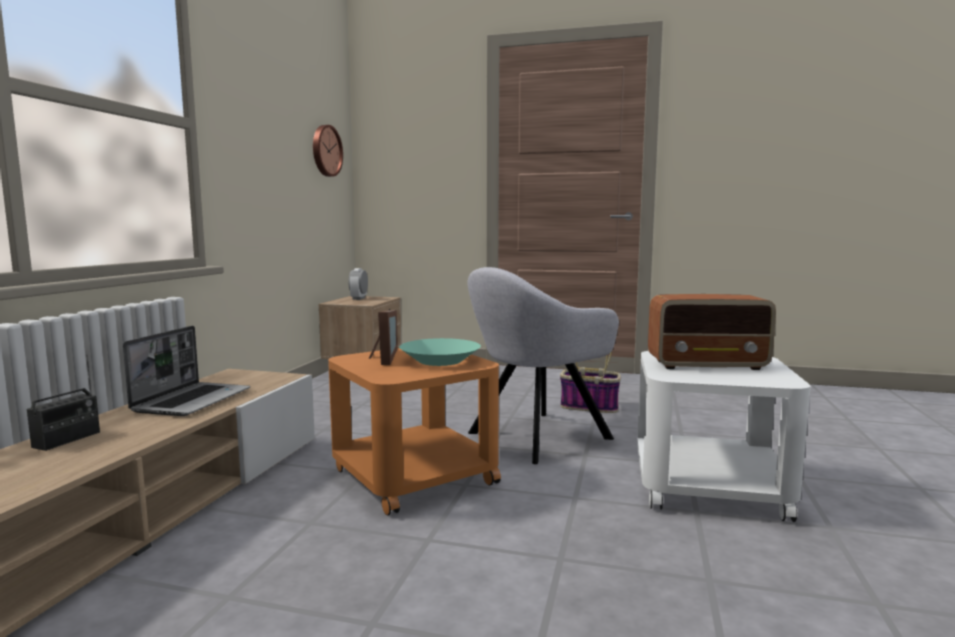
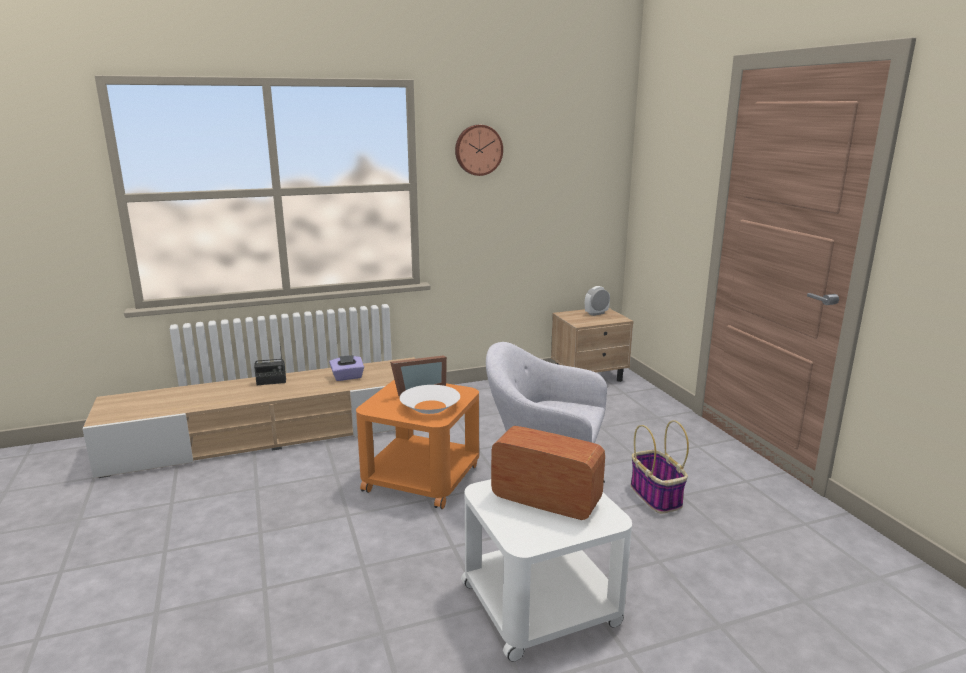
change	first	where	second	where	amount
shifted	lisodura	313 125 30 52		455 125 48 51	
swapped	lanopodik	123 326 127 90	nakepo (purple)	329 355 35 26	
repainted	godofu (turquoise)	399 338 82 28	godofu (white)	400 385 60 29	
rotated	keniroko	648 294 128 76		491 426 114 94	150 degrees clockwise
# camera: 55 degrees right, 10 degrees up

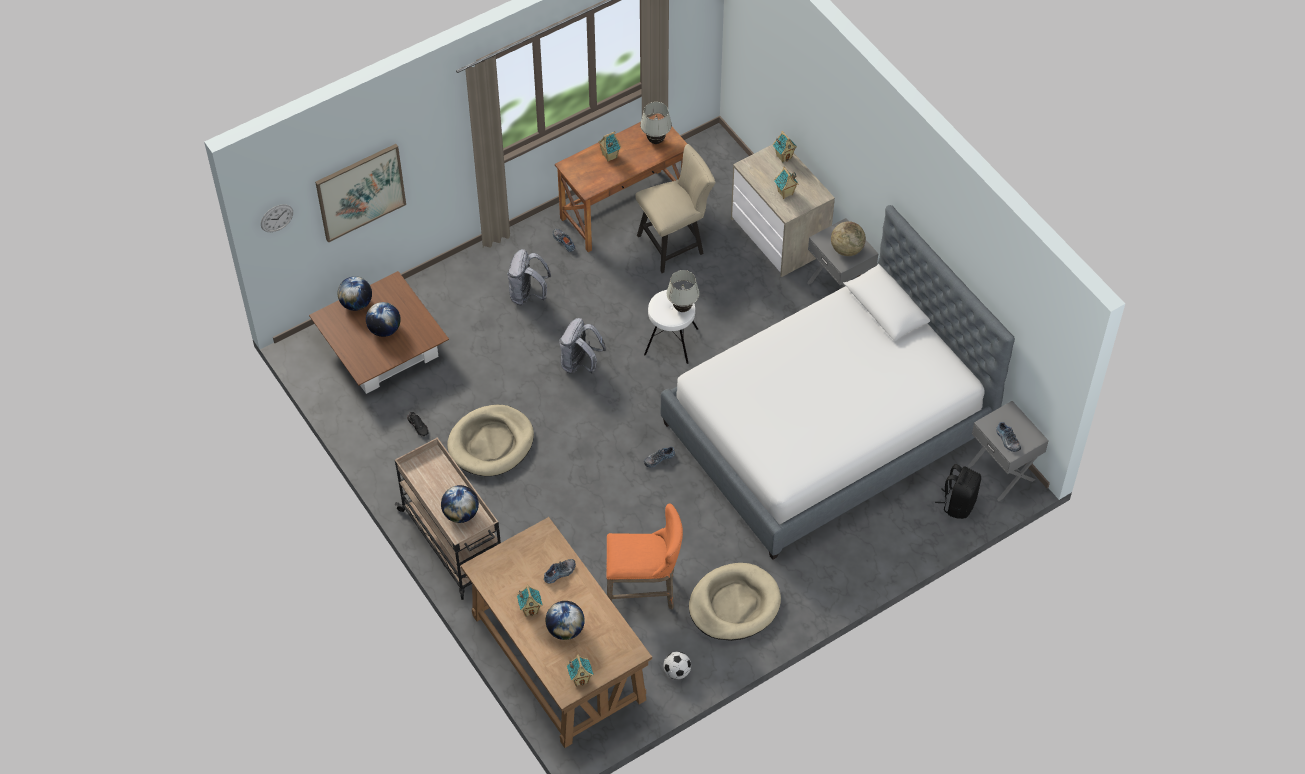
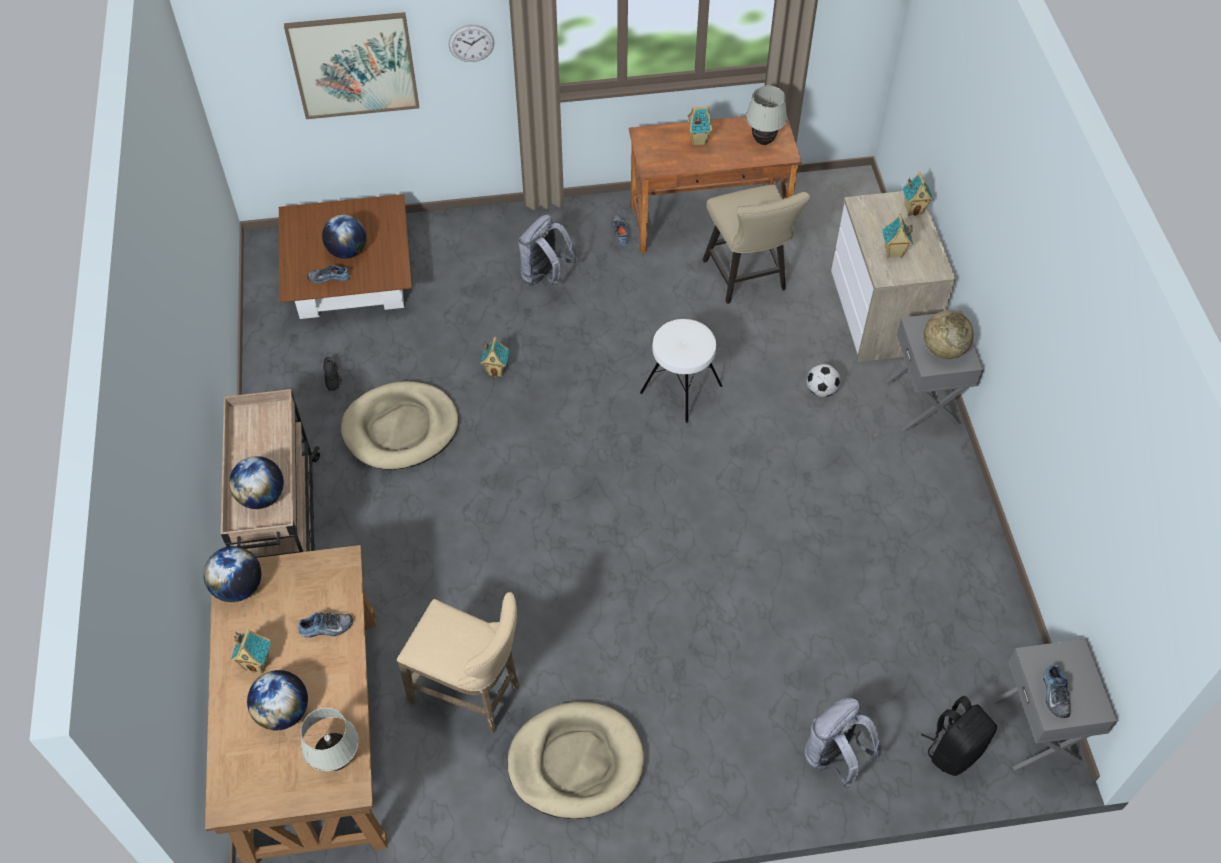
change	first	where	second	where	amount
gone	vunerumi	661 205 354 355			
shifted	lisodura	261 204 32 28		449 25 45 37	
shifted	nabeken	337 276 35 35		204 546 57 56	
shifted	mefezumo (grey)	559 318 47 56		805 698 76 90	
shifted	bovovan	567 654 27 33		480 337 29 40	
shifted	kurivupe	644 447 31 20		307 265 43 19	
shifted	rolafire	663 652 28 28		807 364 33 33	
shifted	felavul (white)	667 270 32 42		301 708 58 63	
repainted	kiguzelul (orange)	606 503 77 106	kiguzelul (beige)	397 592 122 141	
rotated	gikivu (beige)	635 144 80 129		703 185 107 119	75 degrees clockwise
# camera: 25 degrees right, 0 degrees up

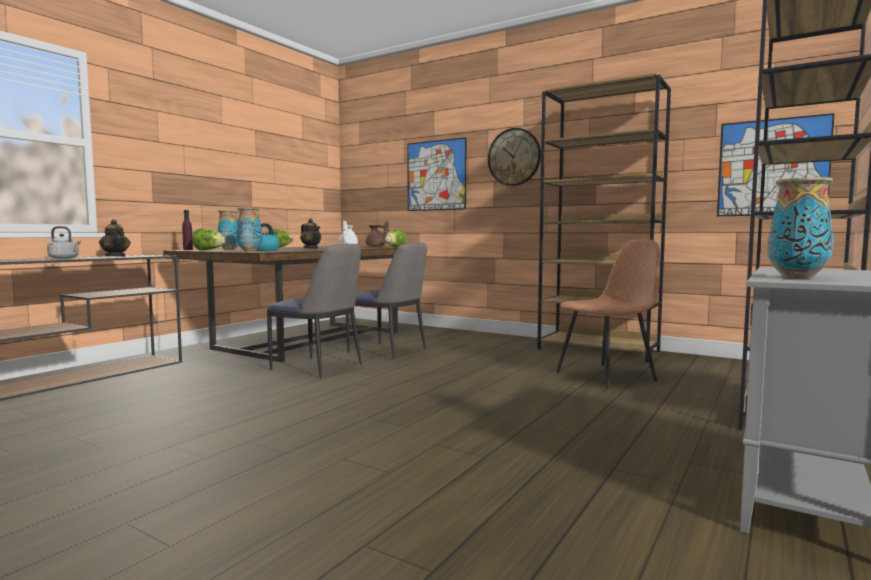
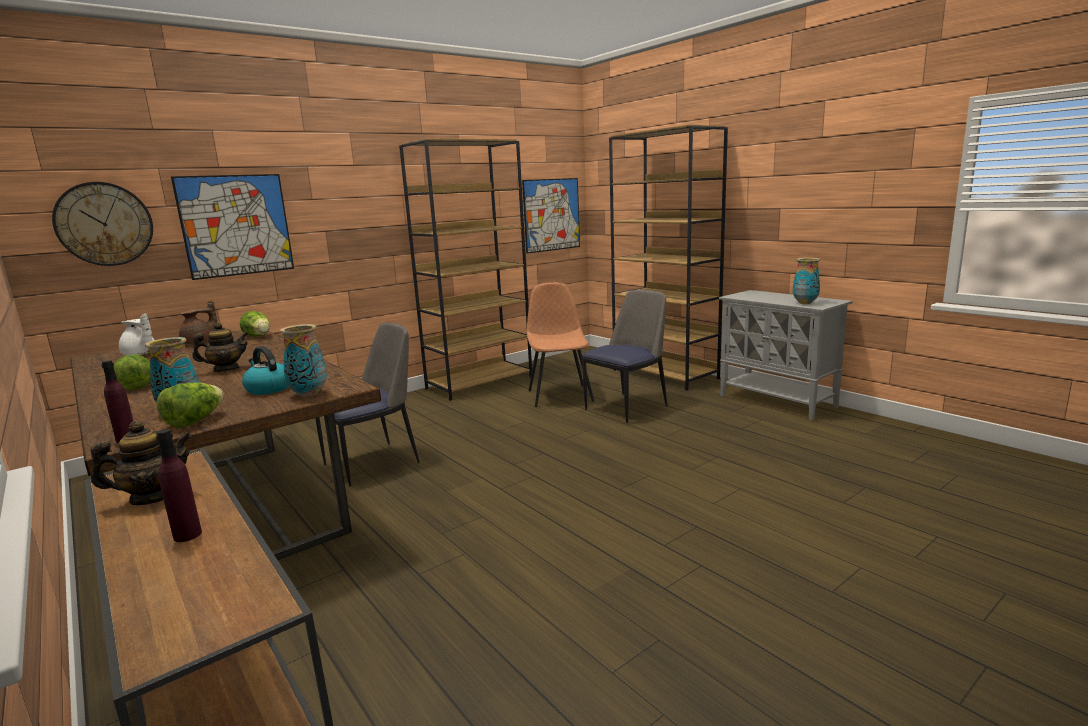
change	first	where	second	where	amount
shifted	gikivu	267 244 95 134		582 290 85 133	
shifted	lisodura	488 128 53 58		52 182 101 84	
swapped	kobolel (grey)	47 226 34 33	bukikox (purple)	156 429 46 113	
# camera: 70 degrees left, 10 degrees up

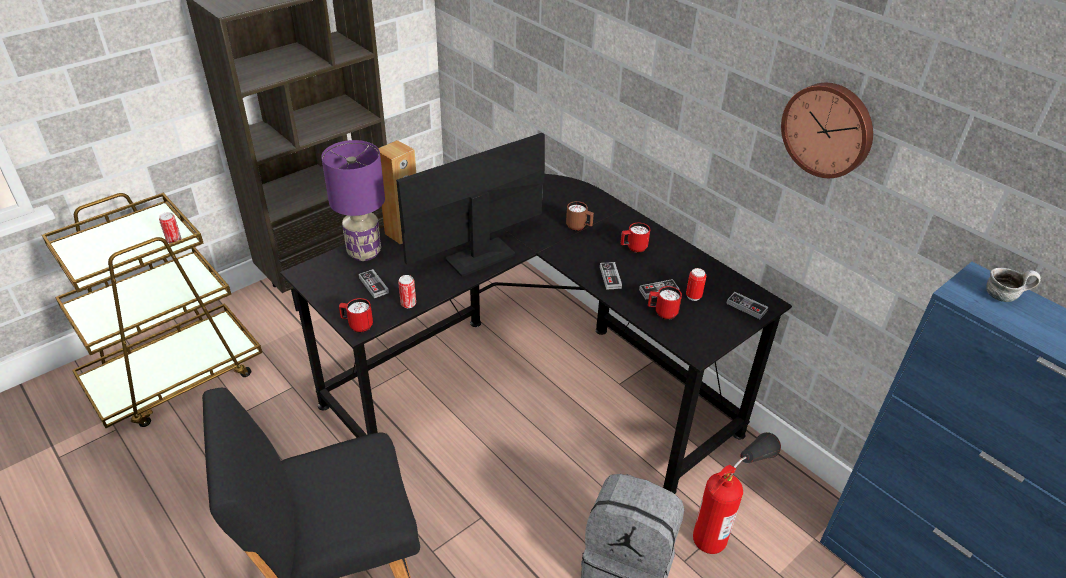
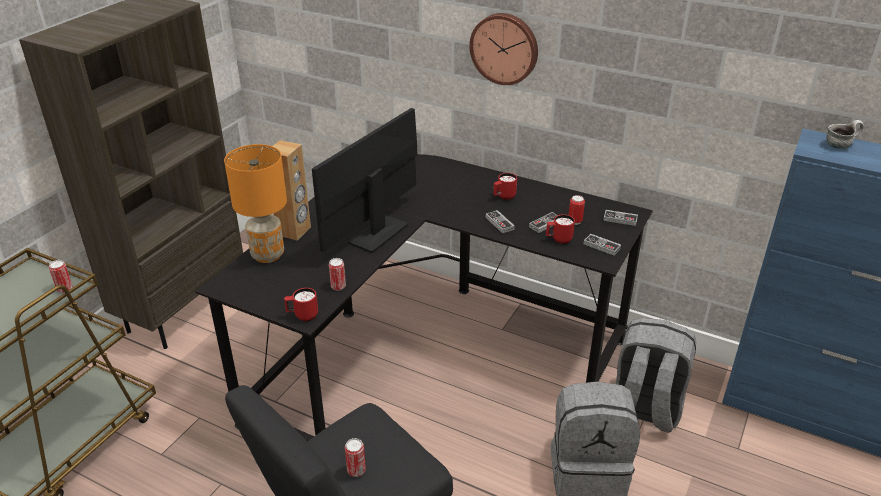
change	first	where	second	where	amount
gone	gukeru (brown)	566 201 28 30			
new			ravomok	345 438 21 39	
shifted	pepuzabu	359 269 30 29		584 234 37 22	
shifted	lisodura	781 83 92 95		469 13 69 72	
swapped	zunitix	693 432 88 122	mefezumo (grey)	615 318 82 115	
repainted	felavul (purple)	321 140 64 121	felavul (orange)	224 144 63 119	
# camera: 20 degrees left, 5 degrees down

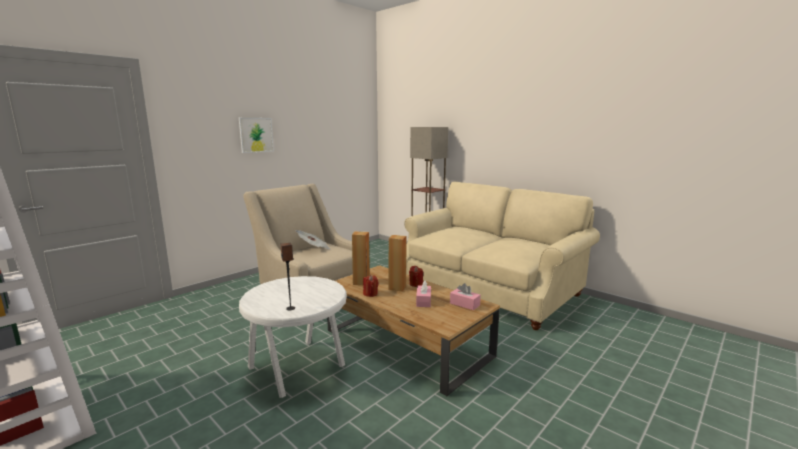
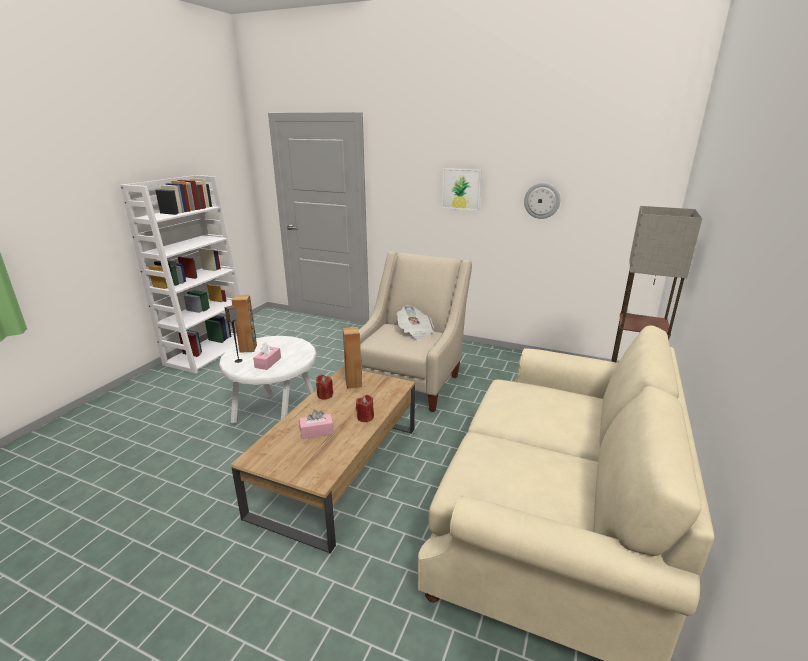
change	first	where	second	where	amount
new			lisodura	524 183 36 36	
shifted	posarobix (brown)	389 235 17 57		231 295 26 58	
shifted	nakepo (pink)	450 283 31 27		253 342 28 28	
# camera: 70 degrees right, 10 degrees up

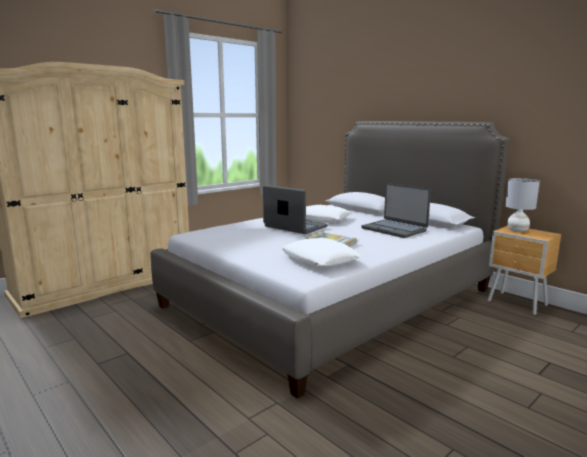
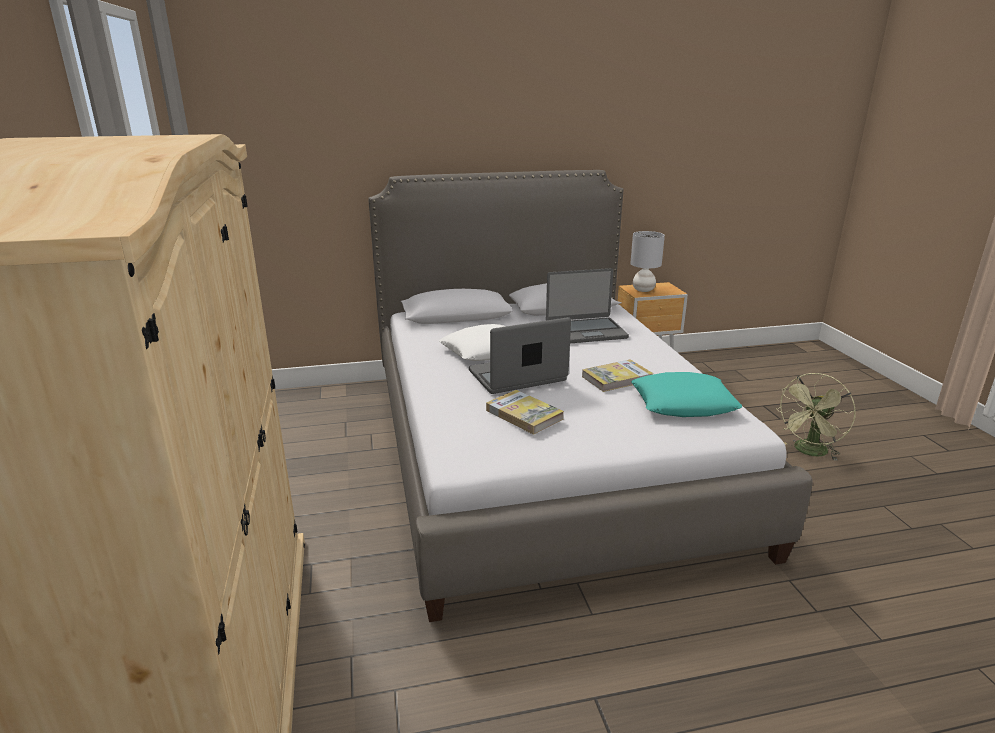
change	first	where	second	where	amount
new			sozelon	486 390 78 44	
new			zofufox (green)	777 373 79 87	
repainted	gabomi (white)	282 238 80 29	gabomi (turquoise)	631 372 111 45	
# camera: 60 degrees left, 10 degrees up

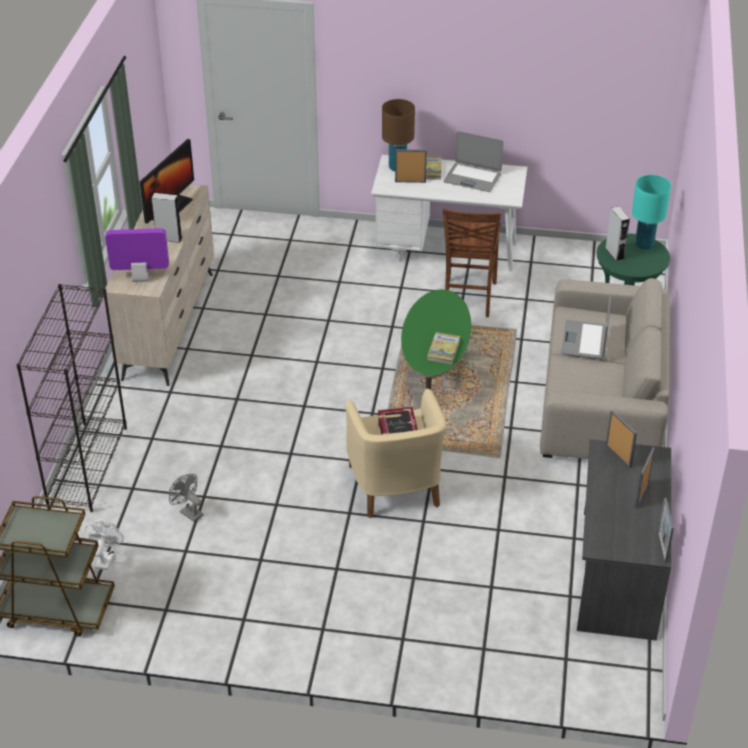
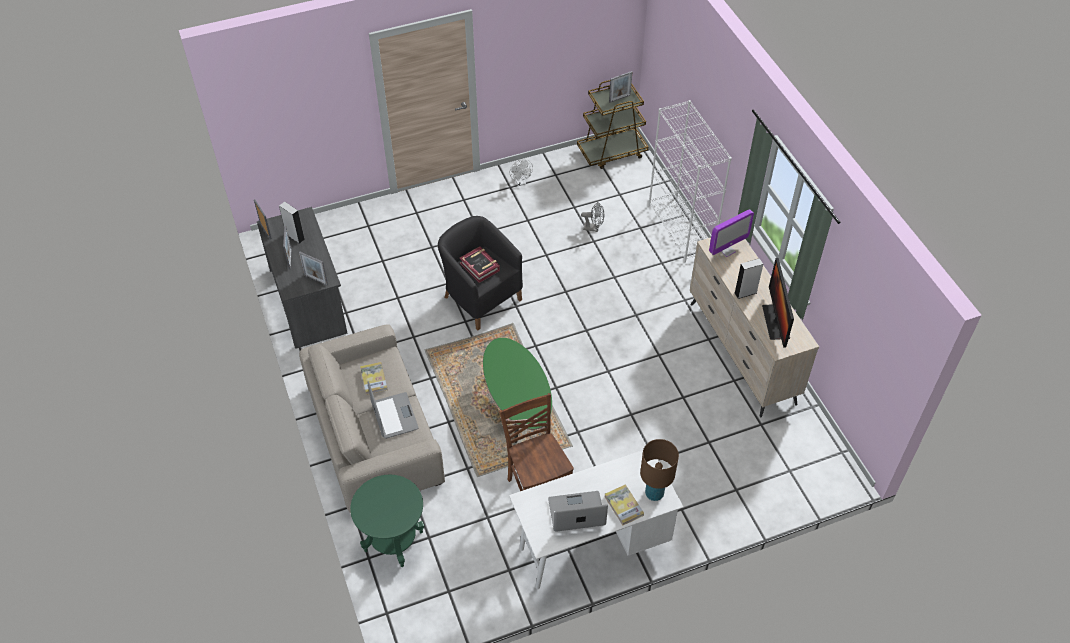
change	first	where	second	where	amount
gone	felavul (turquoise)	632 175 39 75			
shifted	zofufox (white)	85 521 38 49		510 159 23 27	
shifted	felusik	395 149 32 34		609 71 23 32	
shifted	sozelon	427 332 33 32		360 362 28 33	
shifted	posarobix (grey)	605 206 25 55		279 202 26 42	
repainted	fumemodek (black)	16 284 111 228	fumemodek (white)	649 100 83 163	
repainted	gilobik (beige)	345 389 101 129	gilobik (black)	438 216 85 114	
# camera: 150 degrees right, 10 degrees up

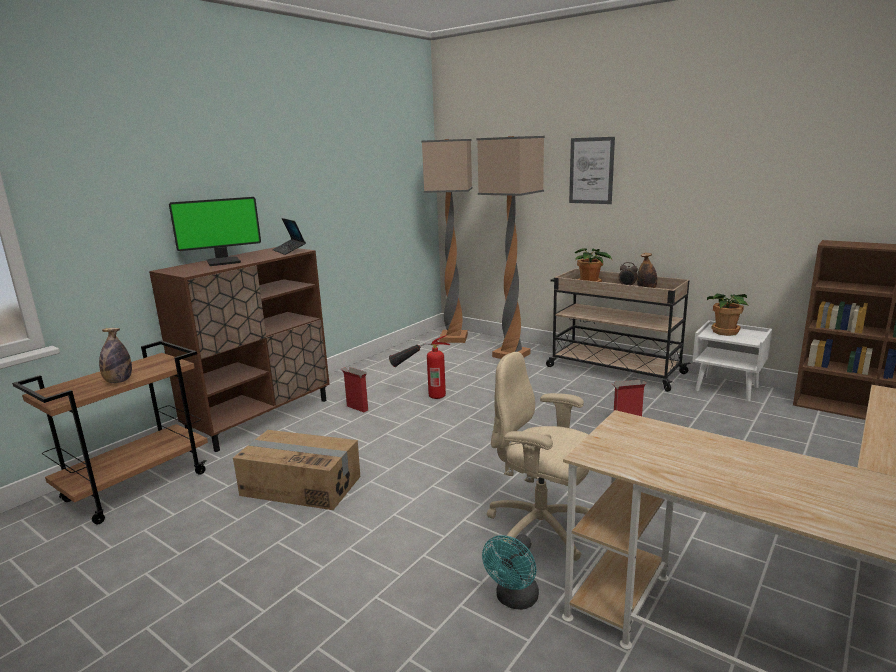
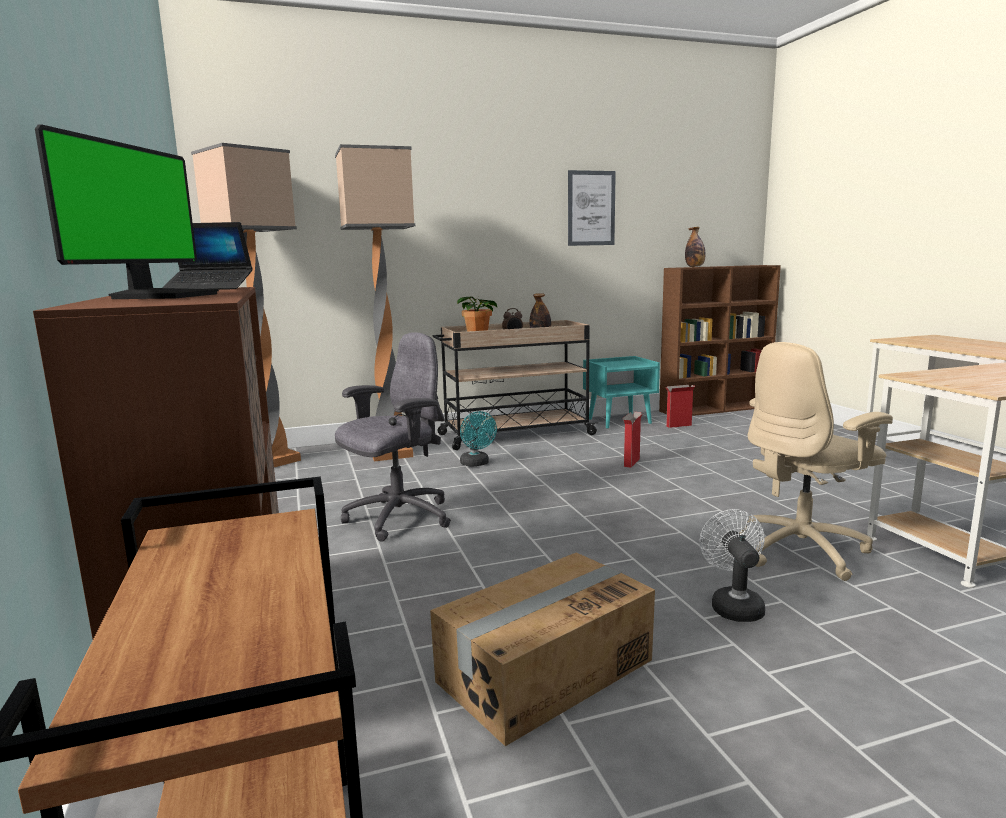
change	first	where	second	where	amount
gone	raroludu	707 294 41 42			
new			zofufox (white)	700 509 65 113	
shifted	bukikox	99 328 33 55		685 227 21 40	
shifted	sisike	341 367 27 45		665 385 30 43	
shifted	zofufox (turquoise)	482 534 57 76		460 411 37 56	
shifted	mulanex	569 137 46 67		568 170 48 76	
swapped	zunitix	389 335 61 64	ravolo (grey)	335 332 116 210	
repainted	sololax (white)	692 320 80 82	sololax (turquoise)	583 356 77 73	
# camera: 55 degrees left, 5 degrees down

